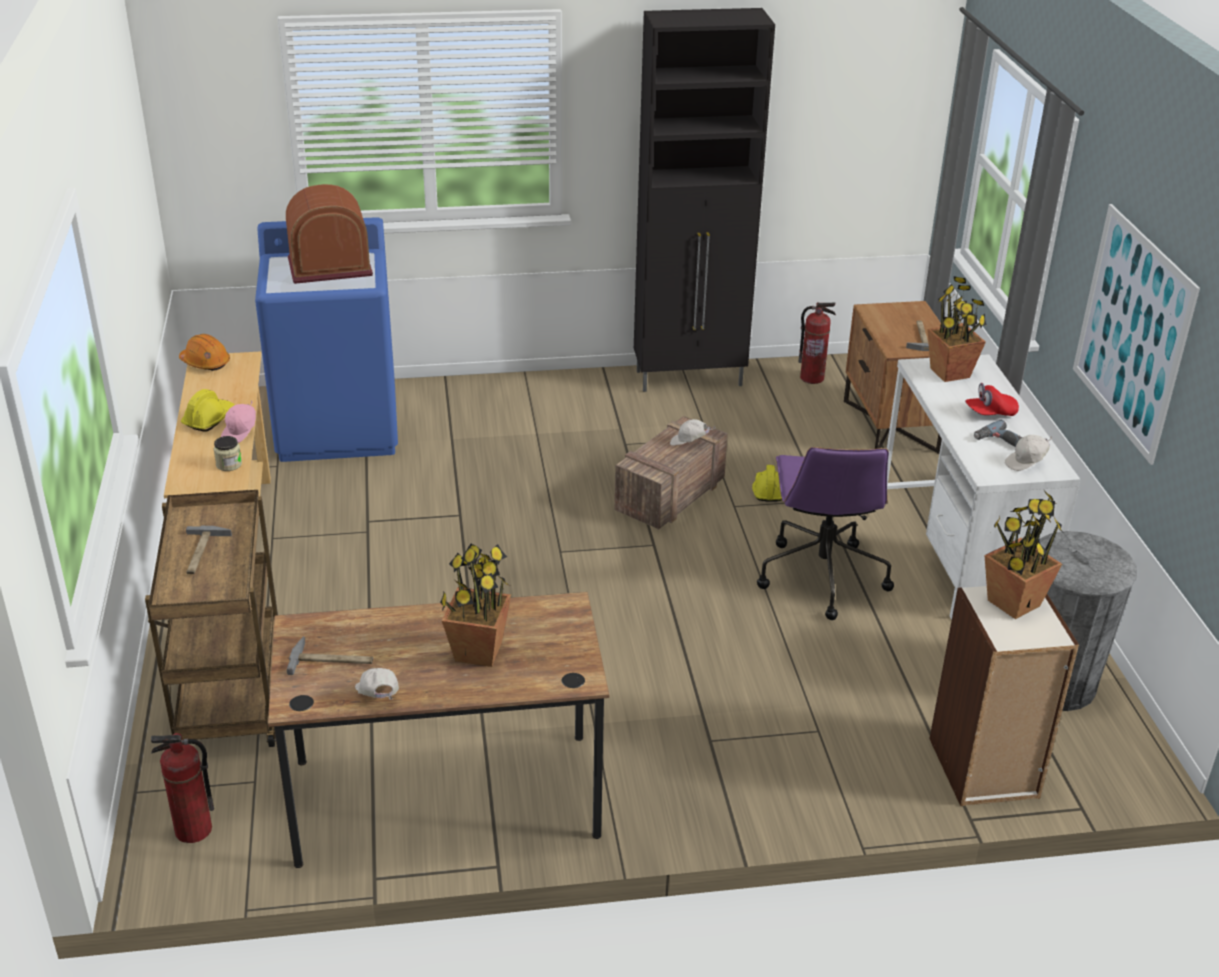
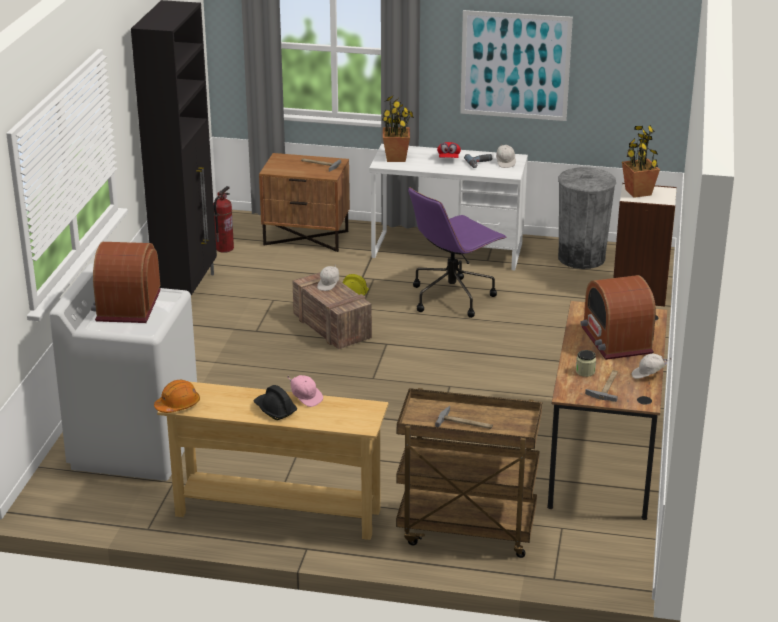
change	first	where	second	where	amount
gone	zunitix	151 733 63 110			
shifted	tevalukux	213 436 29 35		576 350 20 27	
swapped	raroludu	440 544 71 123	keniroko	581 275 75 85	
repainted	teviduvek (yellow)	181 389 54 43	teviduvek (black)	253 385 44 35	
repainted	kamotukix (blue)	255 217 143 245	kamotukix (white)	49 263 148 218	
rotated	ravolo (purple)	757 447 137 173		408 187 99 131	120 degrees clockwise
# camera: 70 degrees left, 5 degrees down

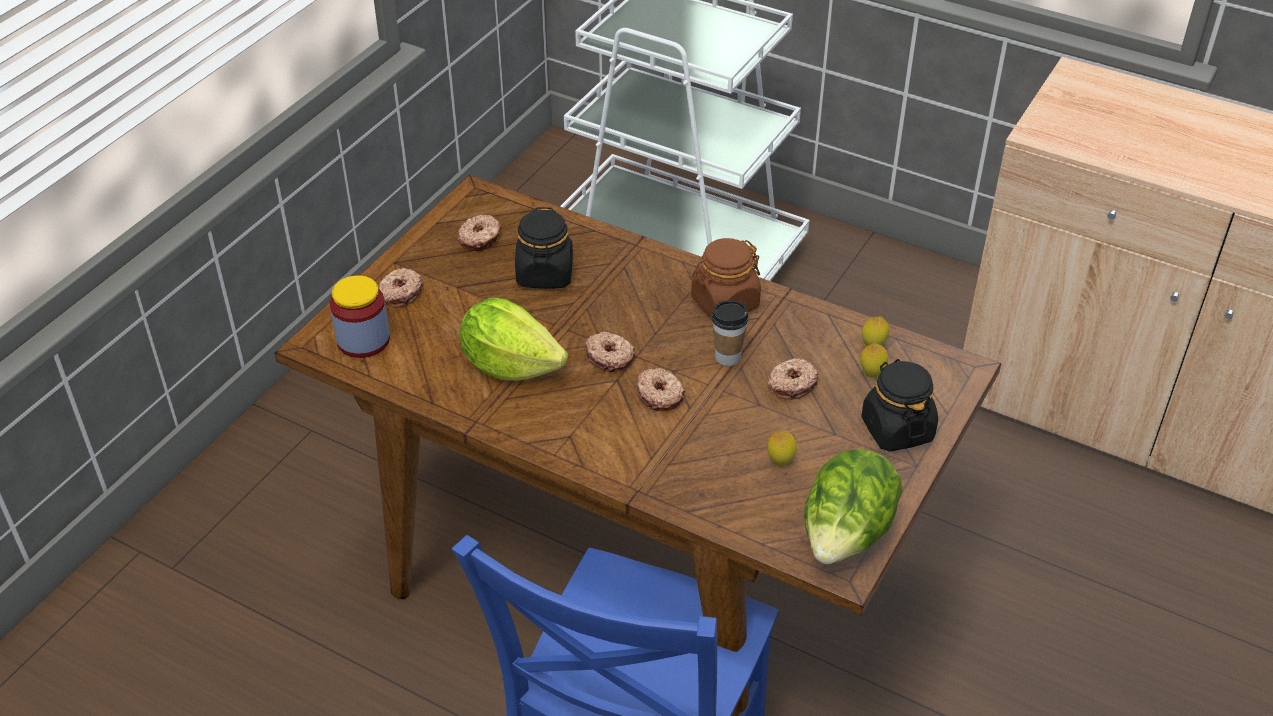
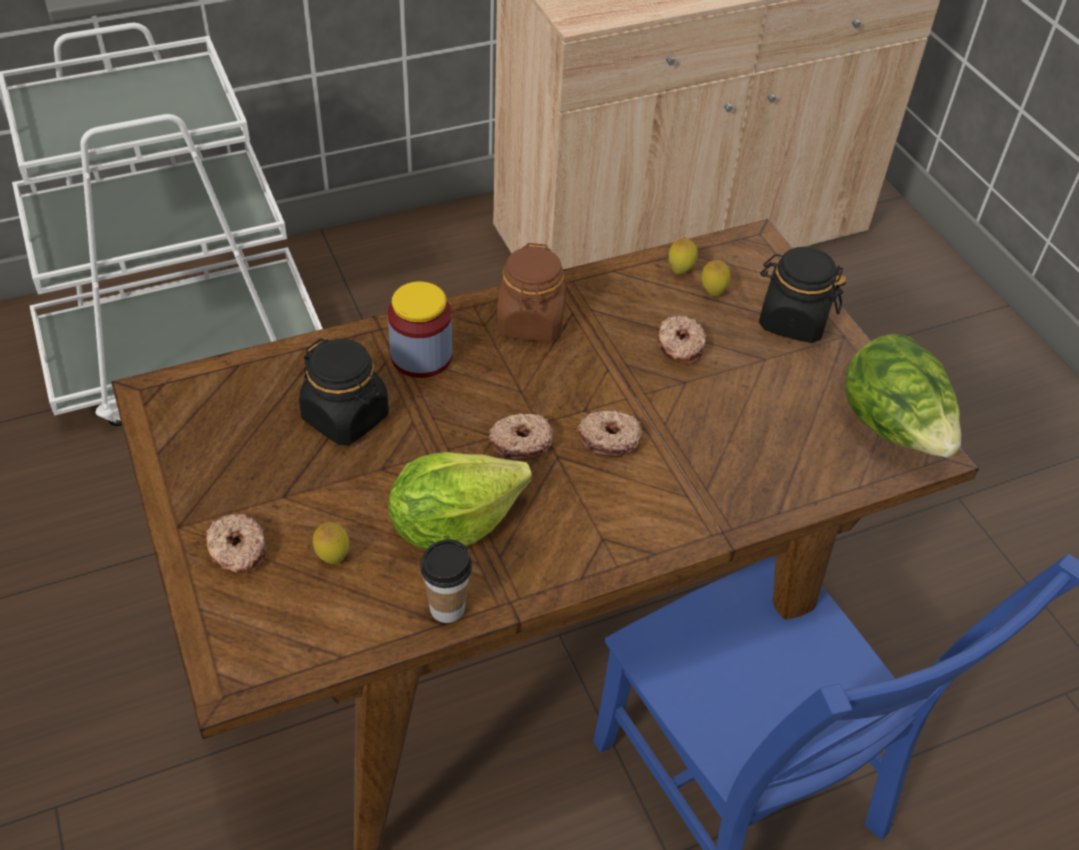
change	first	where	second	where	amount
gone	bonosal	457 214 44 37			
shifted	tevalukux	330 275 60 83		388 281 64 97	
shifted	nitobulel	712 300 37 66		420 539 52 84	
shifted	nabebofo	768 431 29 35		313 522 36 42	
# camera: 55 degrees left, 5 degrees up

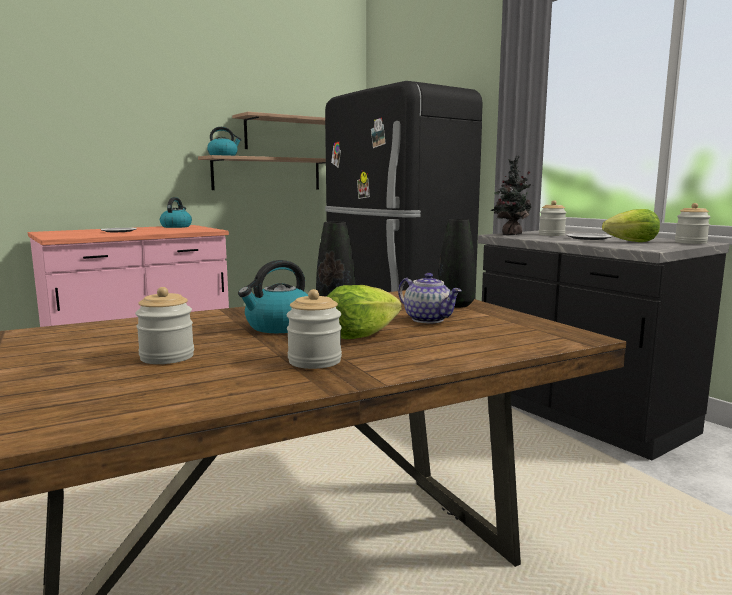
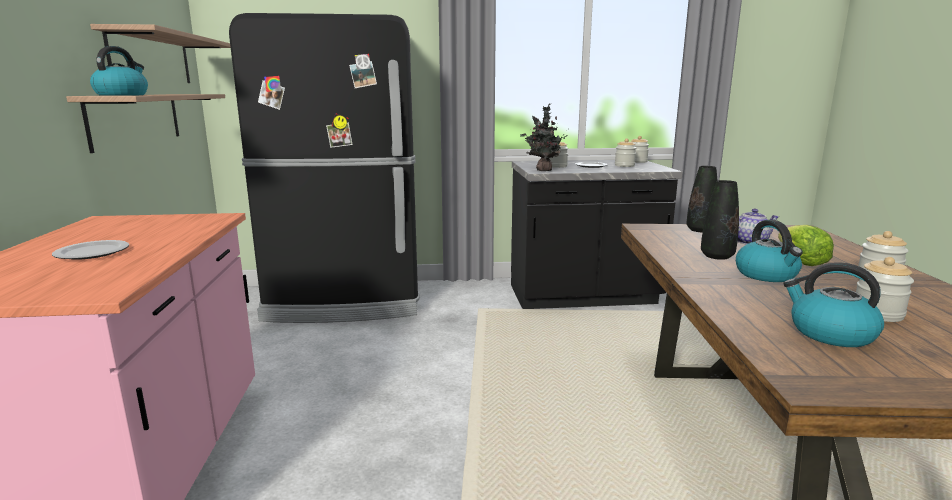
change	first	where	second	where	amount
shifted	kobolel	160 197 32 31		783 262 101 85	
swapped	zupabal	602 209 58 33	tevalukux	615 138 21 29	
# camera: 60 degrees left, 5 degrees up

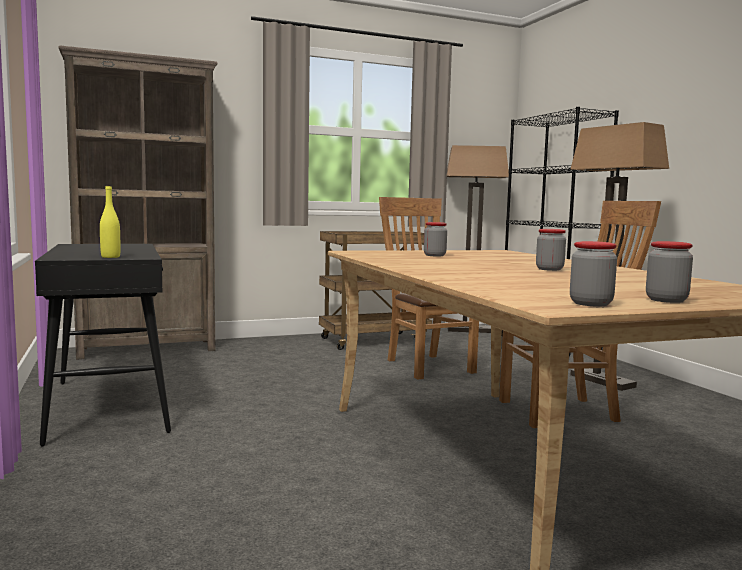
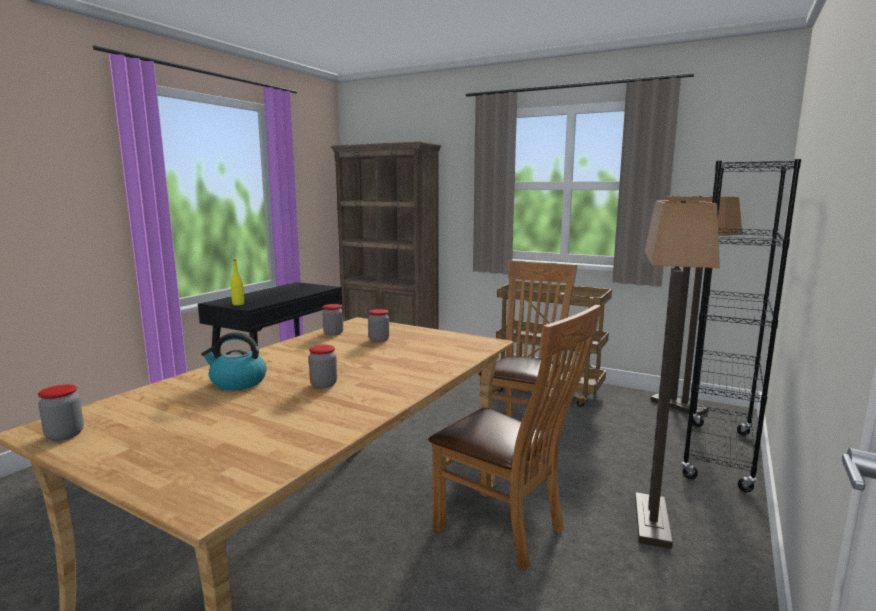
change	first	where	second	where	amount
new			kobolel	201 332 65 58	
shifted	tevalukux	646 241 47 62		322 304 21 32	
# camera: 50 degrees right, 5 degrees up

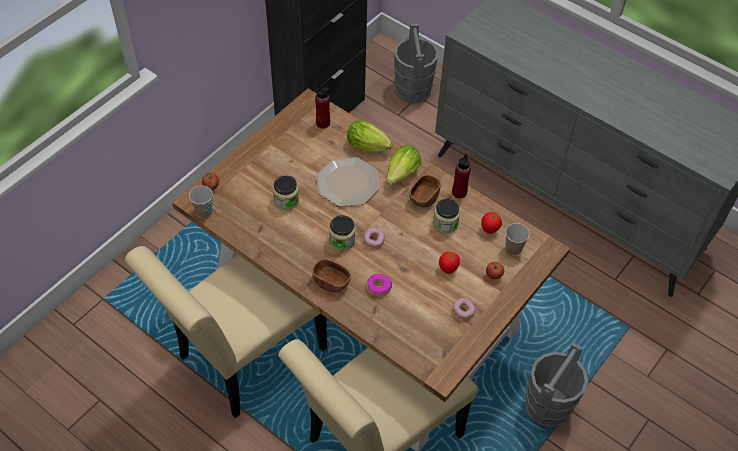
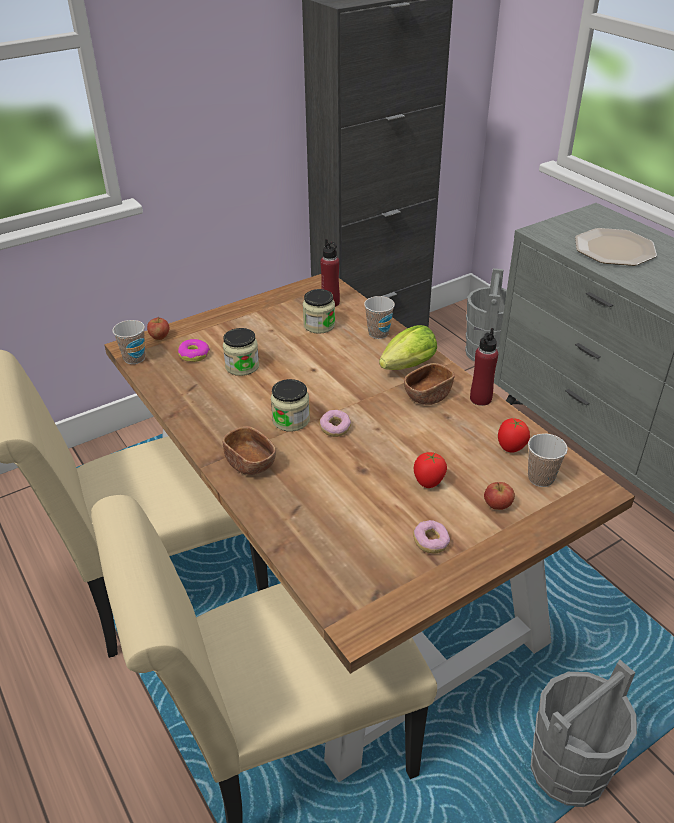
change	first	where	second	where	amount
shifted	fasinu	317 157 63 50		575 228 82 38	
shifted	bonosal	367 274 25 22		178 339 32 23	
shifted	tevalukux	433 199 27 35		303 289 32 45	
swapped	zupabal	347 120 46 32	nitobulel	364 296 31 43	
# camera: 20 degrees right, 15 degrees down

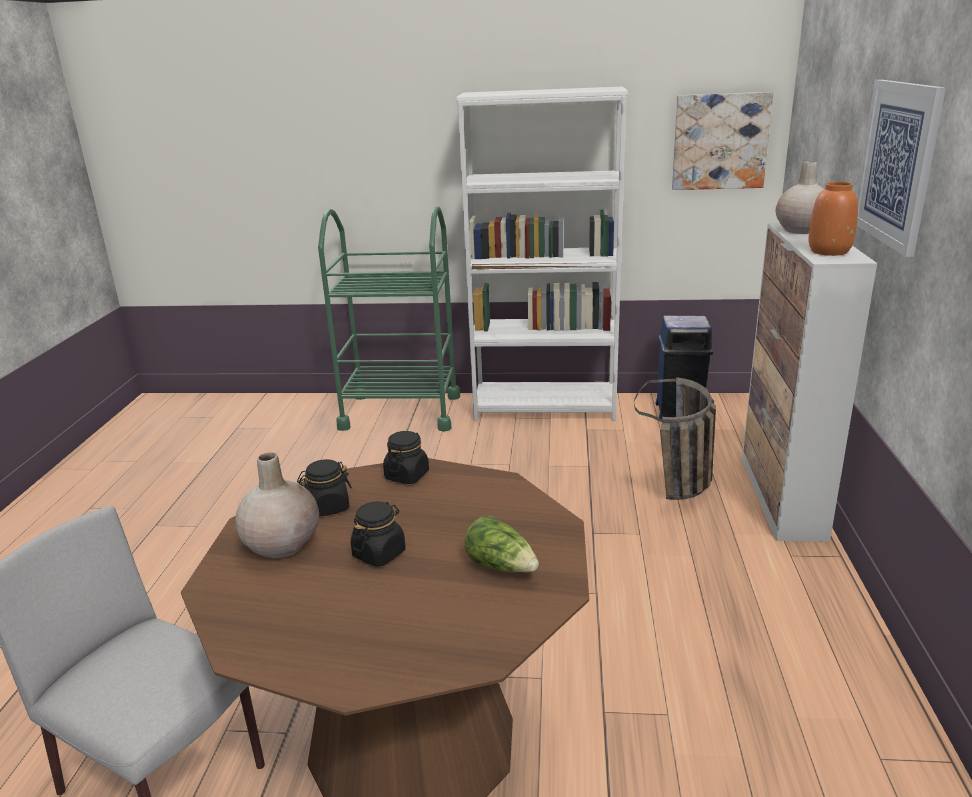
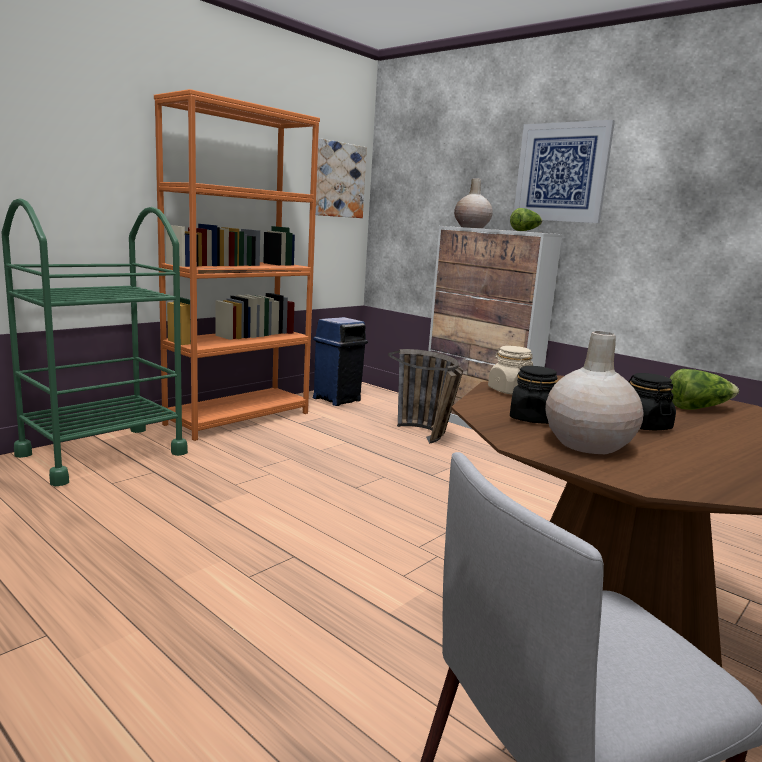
change	first	where	second	where	amount
swapped	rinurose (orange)	808 182 50 74	zupabal	510 208 32 23	
repainted	tevalukux (black)	383 431 46 53	tevalukux (beige)	488 346 45 48	
repainted	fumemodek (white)	456 87 172 334	fumemodek (orange)	154 89 166 352	
# camera: 55 degrees left, 10 degrees down

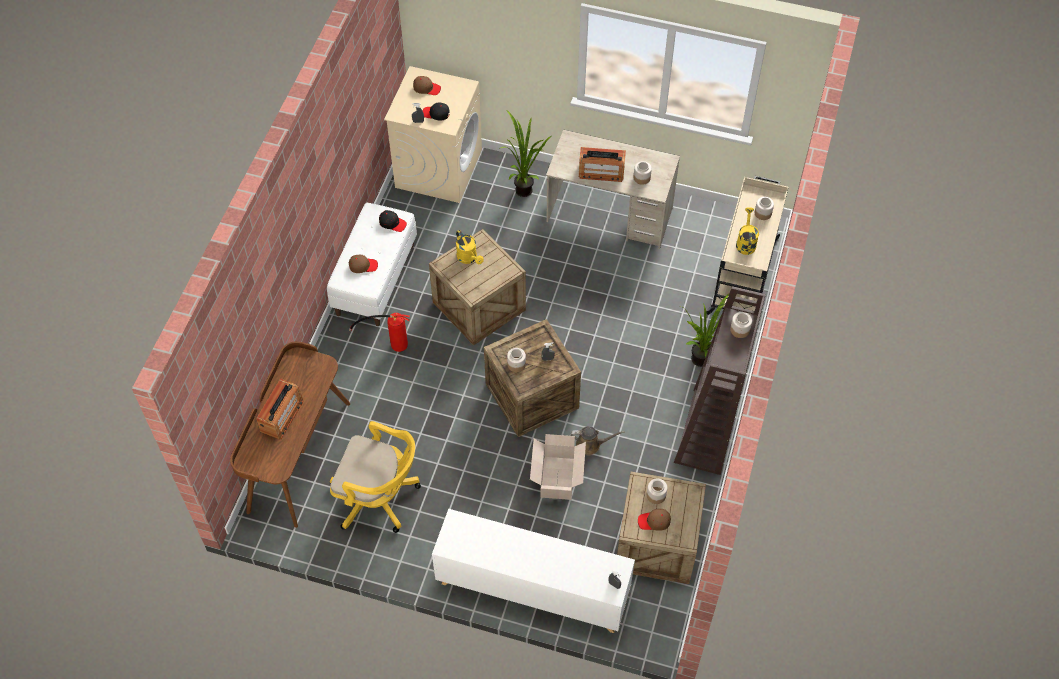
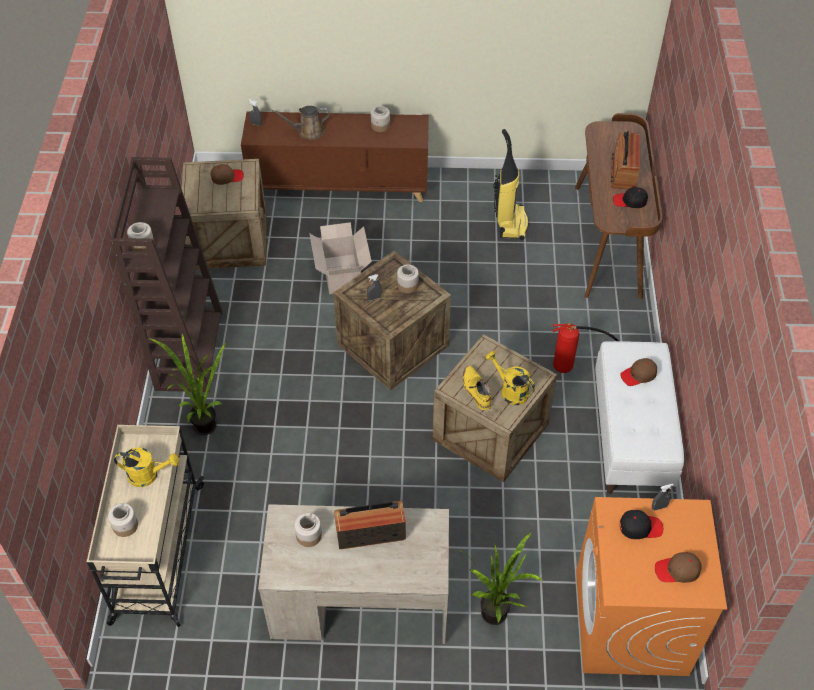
change	first	where	second	where	amount
new			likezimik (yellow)	463 366 29 44	
shifted	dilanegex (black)	379 210 28 22		613 187 35 21	
shifted	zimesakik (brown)	570 426 54 29		272 106 57 34	
shifted	tevalukux	647 479 20 25		371 106 19 26	
swapped	ravolo (yellow)	330 421 91 112	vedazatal	493 129 36 111	
repainted	kamotukix (beige)	384 66 98 137	kamotukix (orange)	576 497 151 179	
repainted	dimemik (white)	432 509 203 124	dimemik (brown)	241 112 188 90	
rotated	zimesakik (yellow)	736 207 23 48		114 447 65 40	75 degrees counterclockwise
# camera: 165 degrees right, 5 degrees down

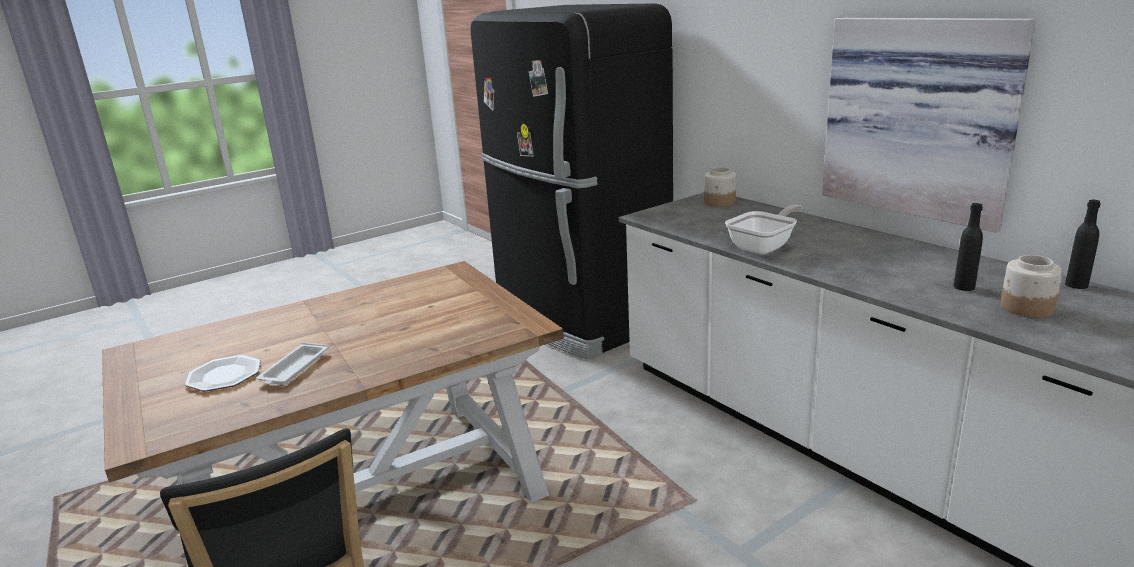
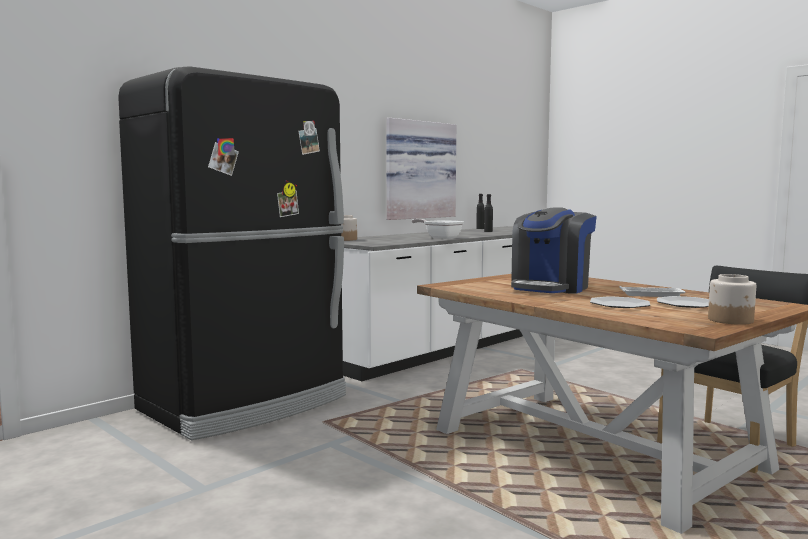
change	first	where	second	where	amount
new			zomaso	511 207 86 87	
new			fasinu	590 296 60 12	
shifted	tevalukux	1000 255 63 63		708 274 48 51	
# camera: 100 degrees left, 15 degrees down

